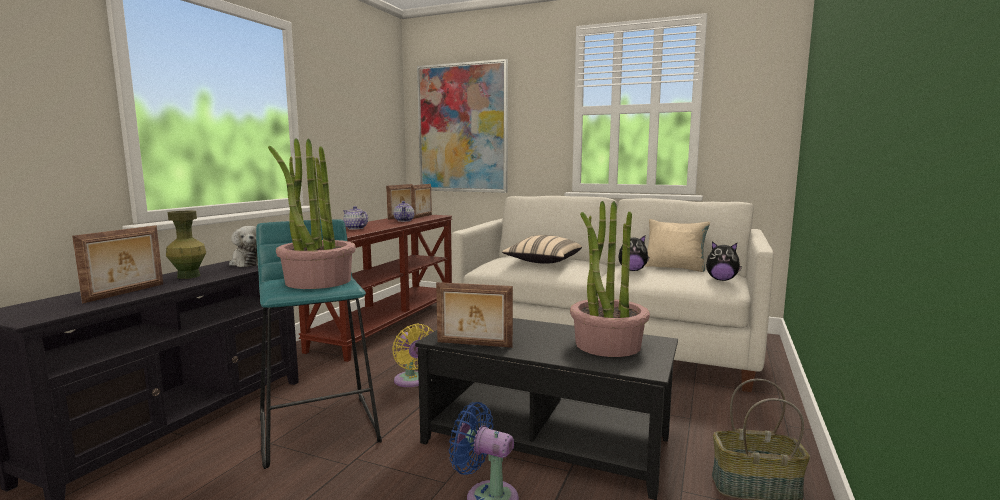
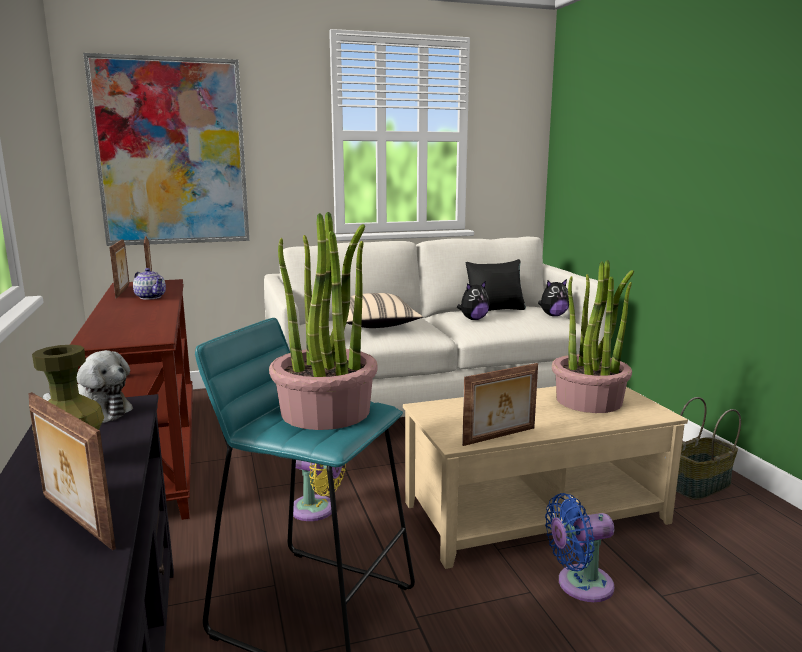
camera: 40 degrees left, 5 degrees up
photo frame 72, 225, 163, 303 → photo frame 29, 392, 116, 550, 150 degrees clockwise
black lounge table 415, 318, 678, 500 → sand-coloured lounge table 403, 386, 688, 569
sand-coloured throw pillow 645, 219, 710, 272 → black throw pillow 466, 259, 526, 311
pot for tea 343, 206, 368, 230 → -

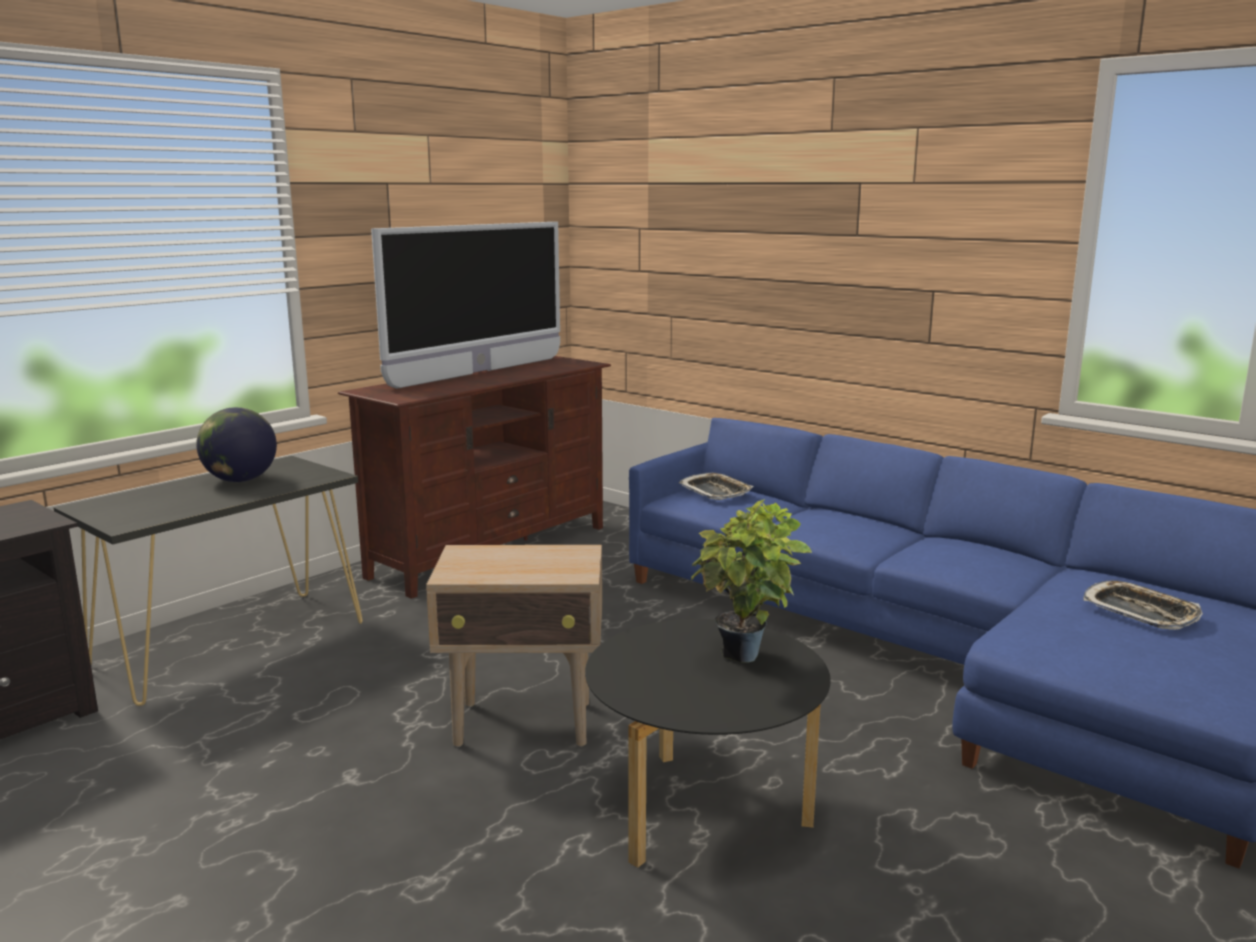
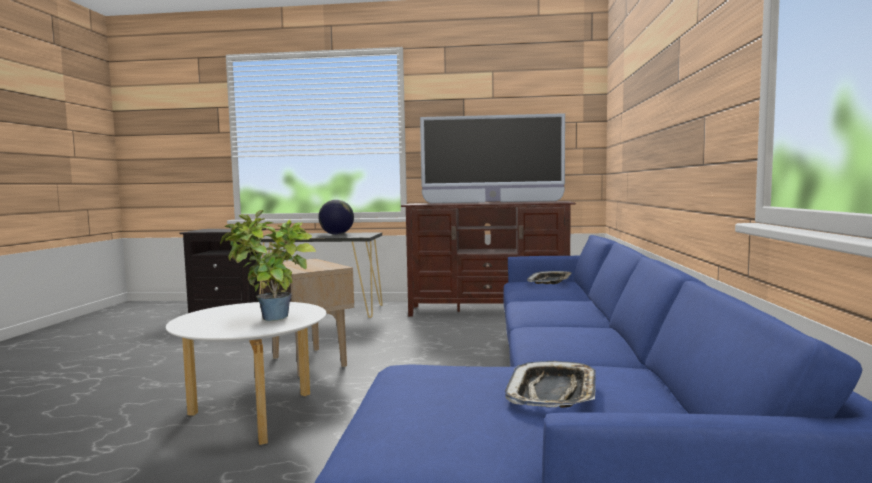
camera: 55 degrees right, 10 degrees down
black lounge table 585, 619, 831, 868 → white lounge table 166, 302, 326, 445

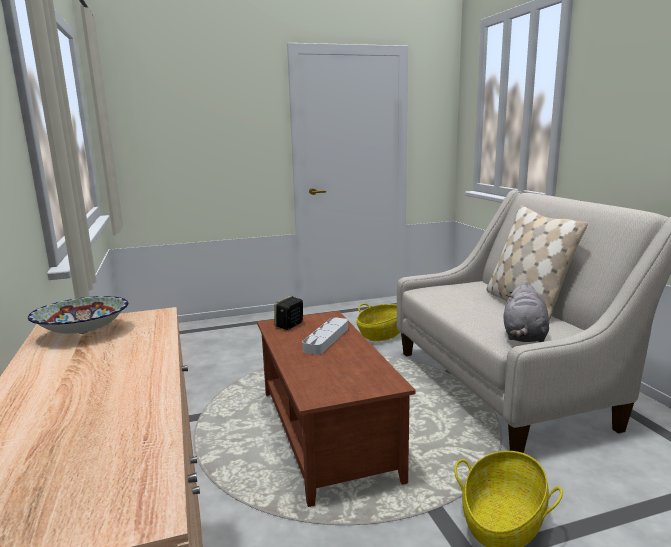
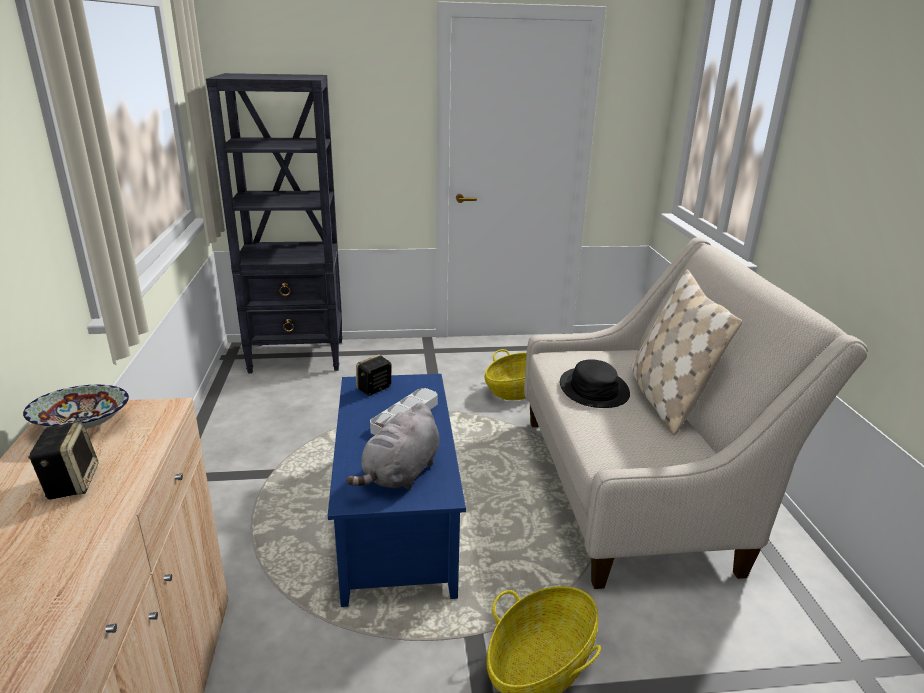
camera: 10 degrees right, 10 degrees up
- → loudspeaker 28, 421, 99, 499
- → black bookshelf 206, 73, 343, 374
brownish lounge table 257, 311, 415, 507 → blue lounge table 328, 374, 466, 607
grey soft toy 503, 281, 549, 342 → grey soft toy 346, 403, 440, 490, shifted
- → black clothing hat 560, 360, 630, 408

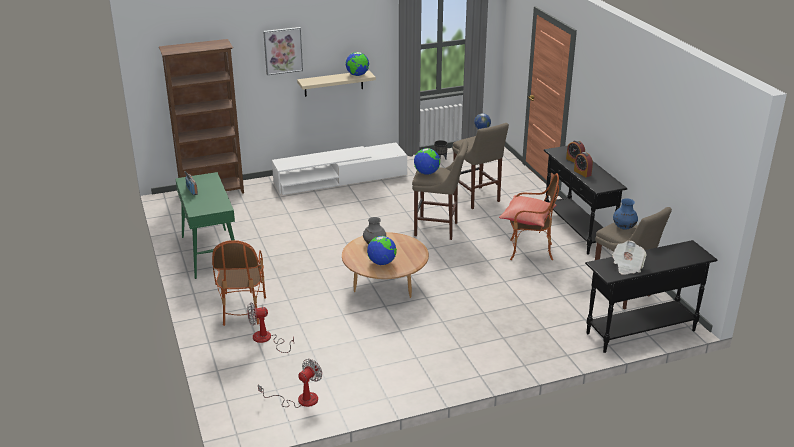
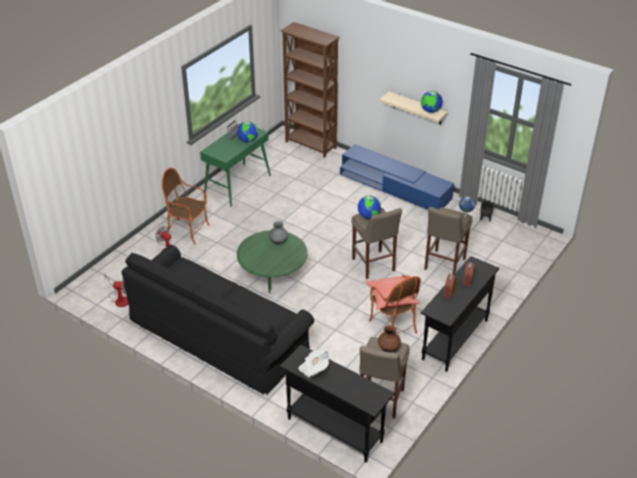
camera: 55 degrees right, 10 degrees up
- → black sofa 122, 245, 314, 395
lounge chair 212, 240, 266, 326 → lounge chair 162, 168, 210, 244, 60 degrees clockwise
desk globe 367, 236, 397, 265 → desk globe 237, 121, 258, 143, shifted
brownish lounge table 342, 232, 429, 298 → greenish lounge table 237, 230, 308, 294
white tv unit 272, 143, 407, 195 → blue tv unit 340, 144, 454, 210
blue decorative vase 613, 198, 638, 230 → brownish decorative vase 378, 325, 401, 352
wall picture 263, 27, 303, 75 → -

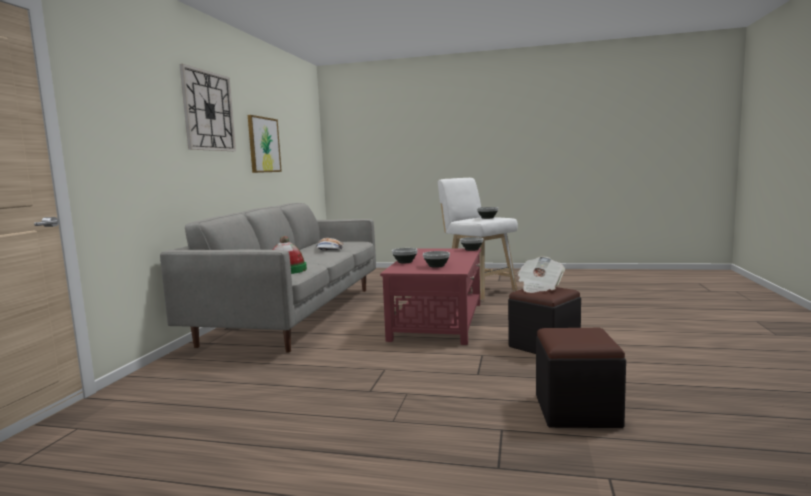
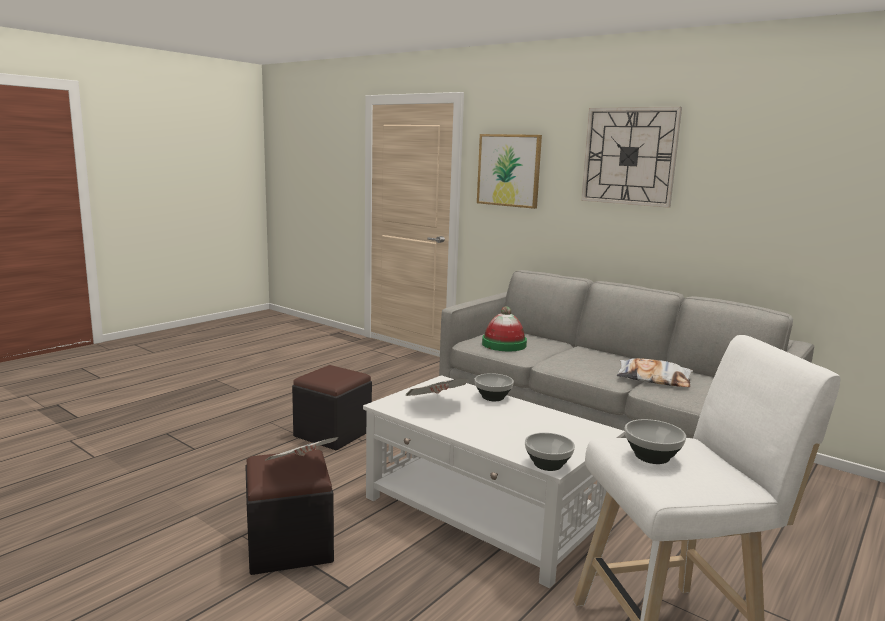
camera: 115 degrees right, 5 degrees up
black pouffe 536, 328, 626, 428 → black pouffe 292, 365, 372, 451, shifted
red lounge table 380, 248, 481, 345 → white lounge table 363, 375, 625, 589
bowl 423, 251, 450, 268 → daily paper 406, 379, 469, 396
wall picture 248, 115, 282, 173 → wall picture 477, 134, 542, 209, shifted

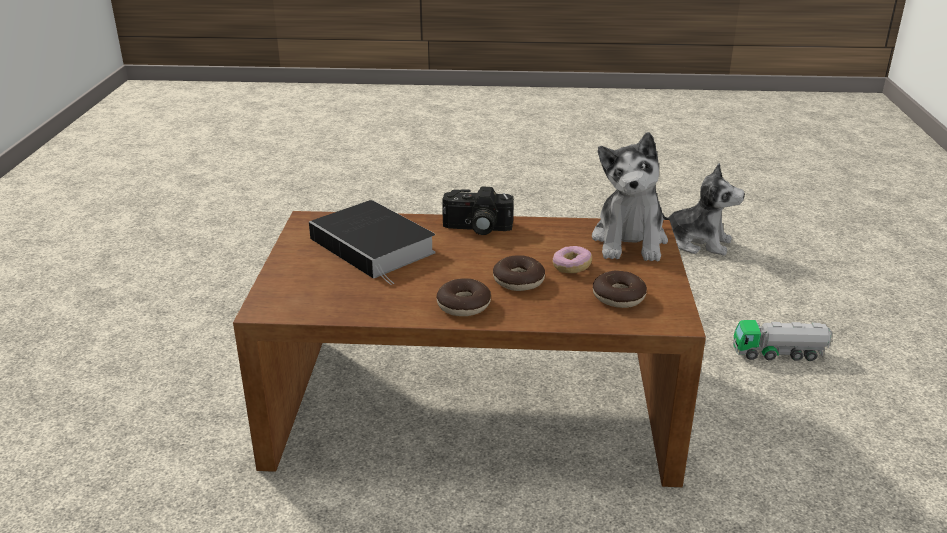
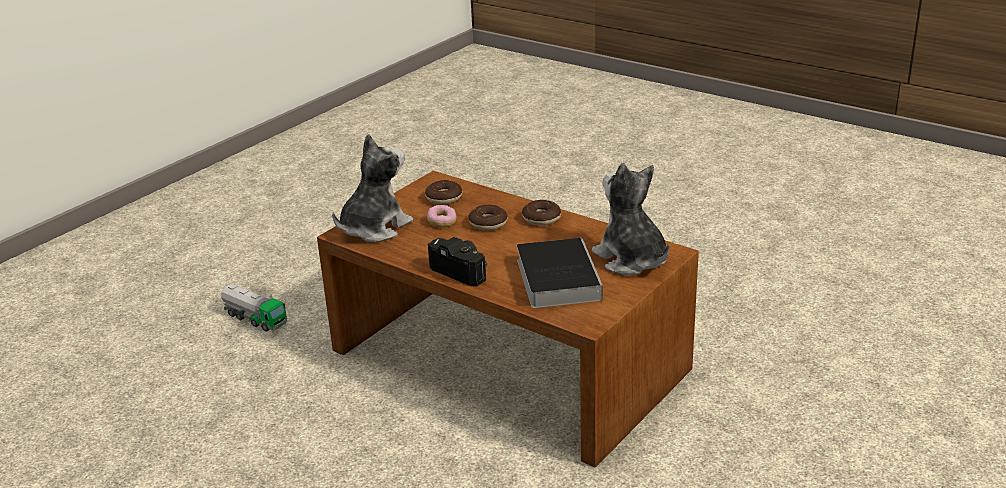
camera: 145 degrees left, 0 degrees up
soft toy 662, 163, 745, 256 → soft toy 592, 163, 670, 276, shifted

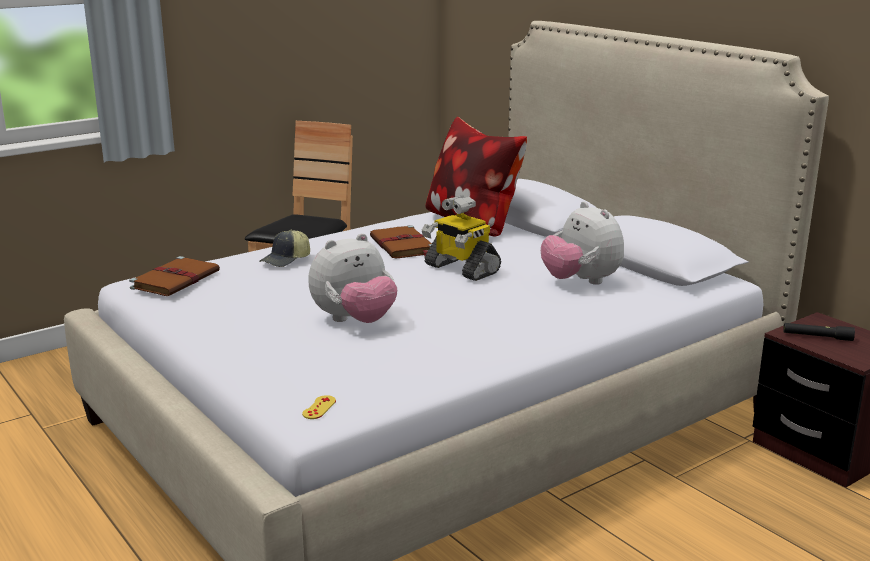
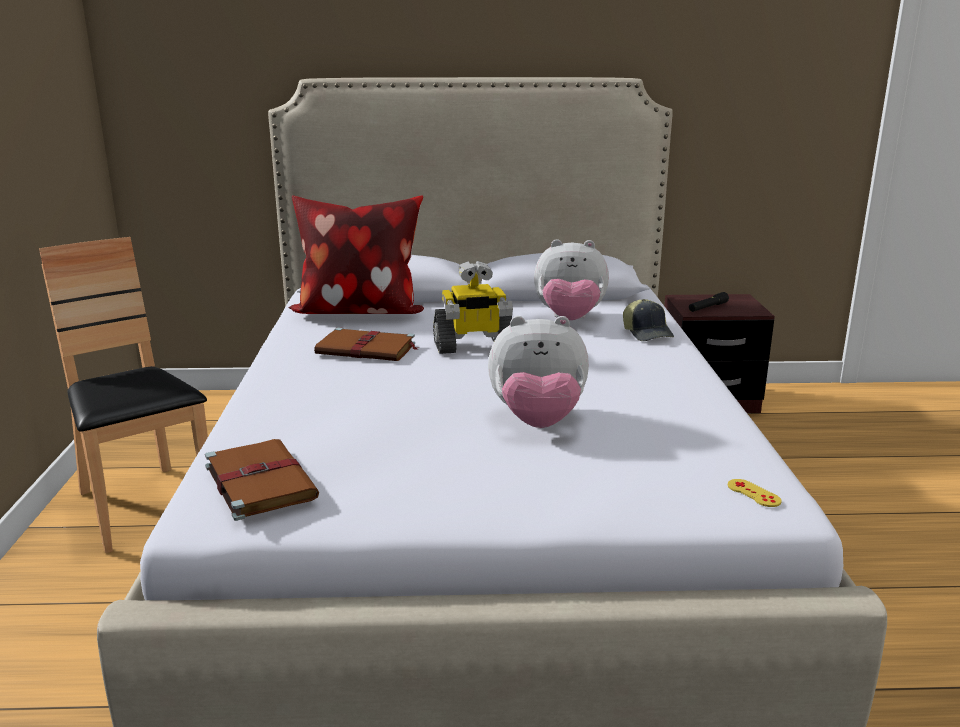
camera: 55 degrees left, 0 degrees up
soft toy 308, 233, 397, 323 → soft toy 488, 316, 589, 428, 90 degrees clockwise
peaked cap 259, 230, 310, 267 → peaked cap 623, 299, 674, 341, shifted

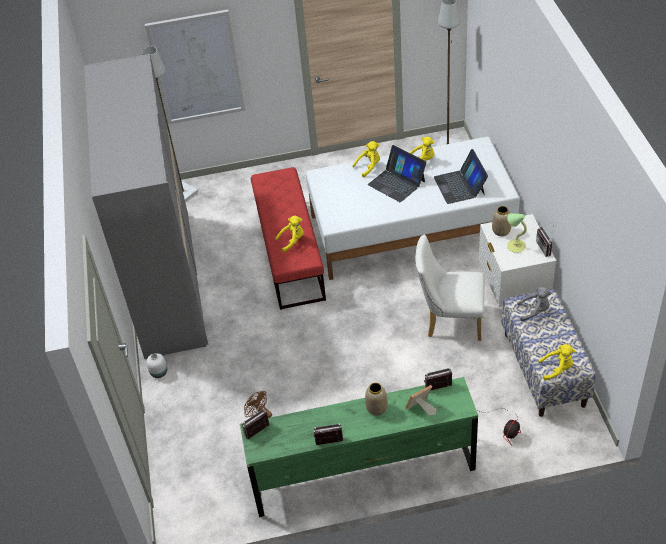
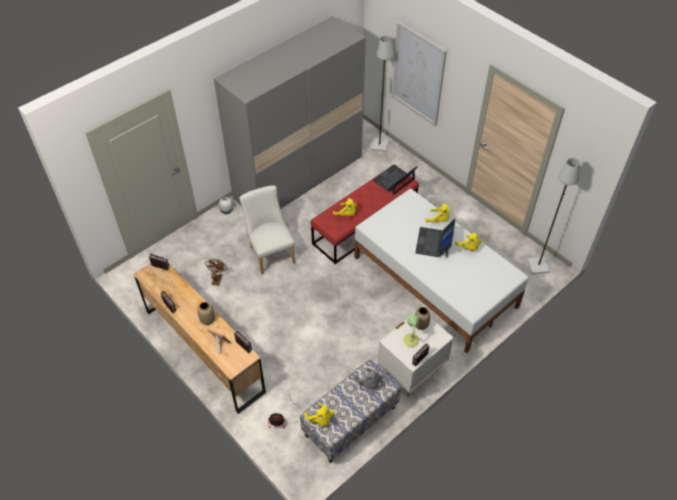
camera: 55 degrees right, 5 degrees up
greenish chest of drawers 240, 377, 478, 517 → brownish chest of drawers 134, 256, 266, 414
white plain chair 415, 234, 485, 341 → white plain chair 239, 186, 295, 274, shifted
notebook computer 434, 149, 488, 204 → notebook computer 372, 164, 418, 195, shifted

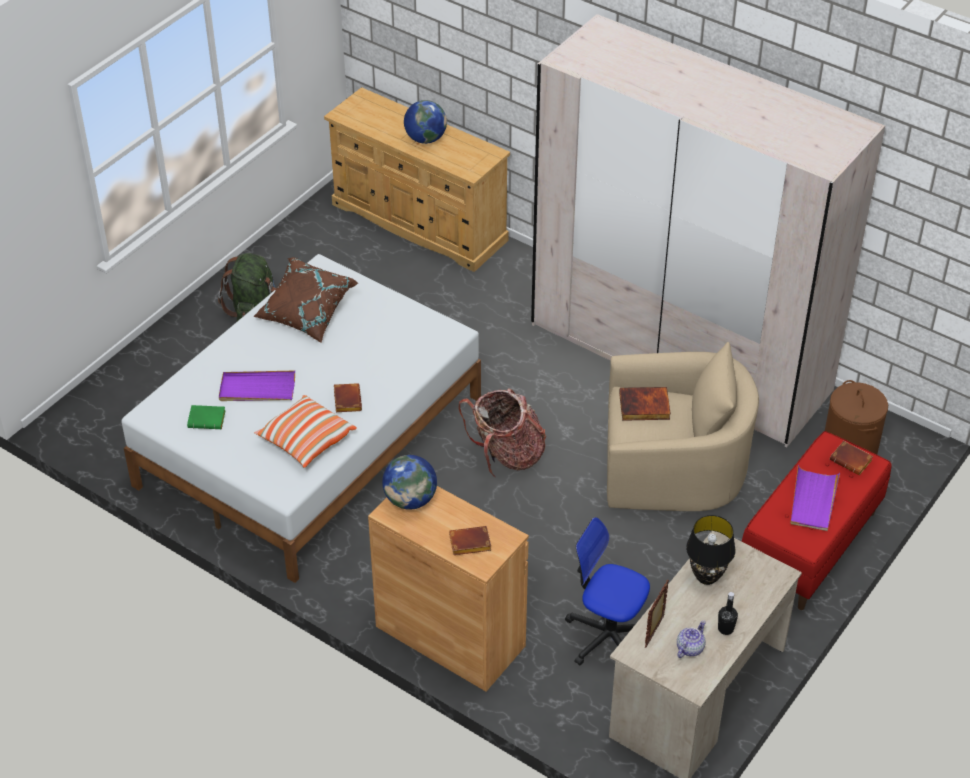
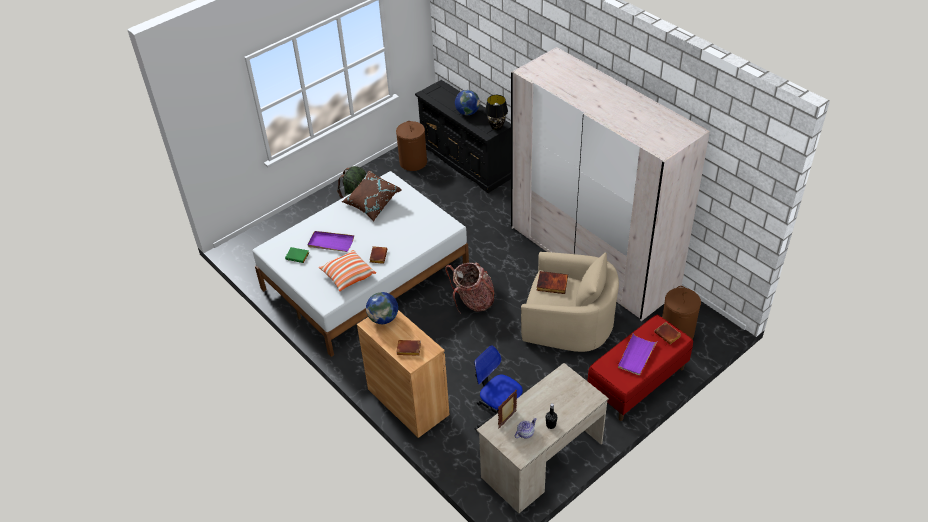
camera: 15 degrees right, 0 degrees up
- → brownish hamper 396, 121, 427, 171
sand-coloured chest of drawers 324, 87, 510, 272 → black chest of drawers 415, 80, 511, 193
black tabletop lamp 686, 515, 735, 585 → black tabletop lamp 485, 95, 508, 131, shifted

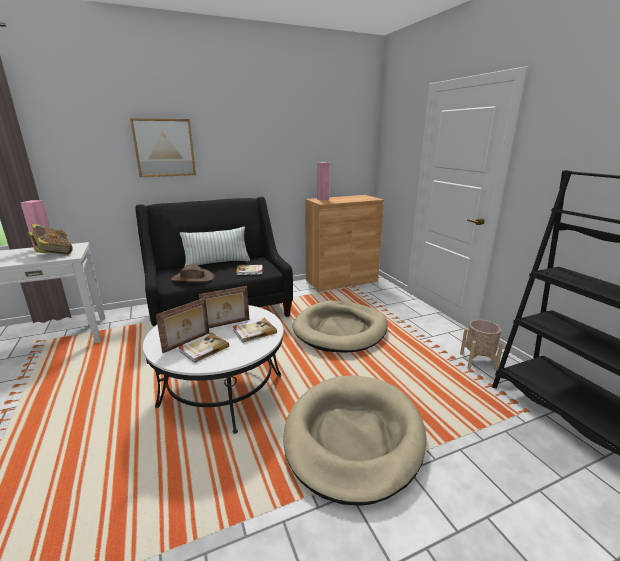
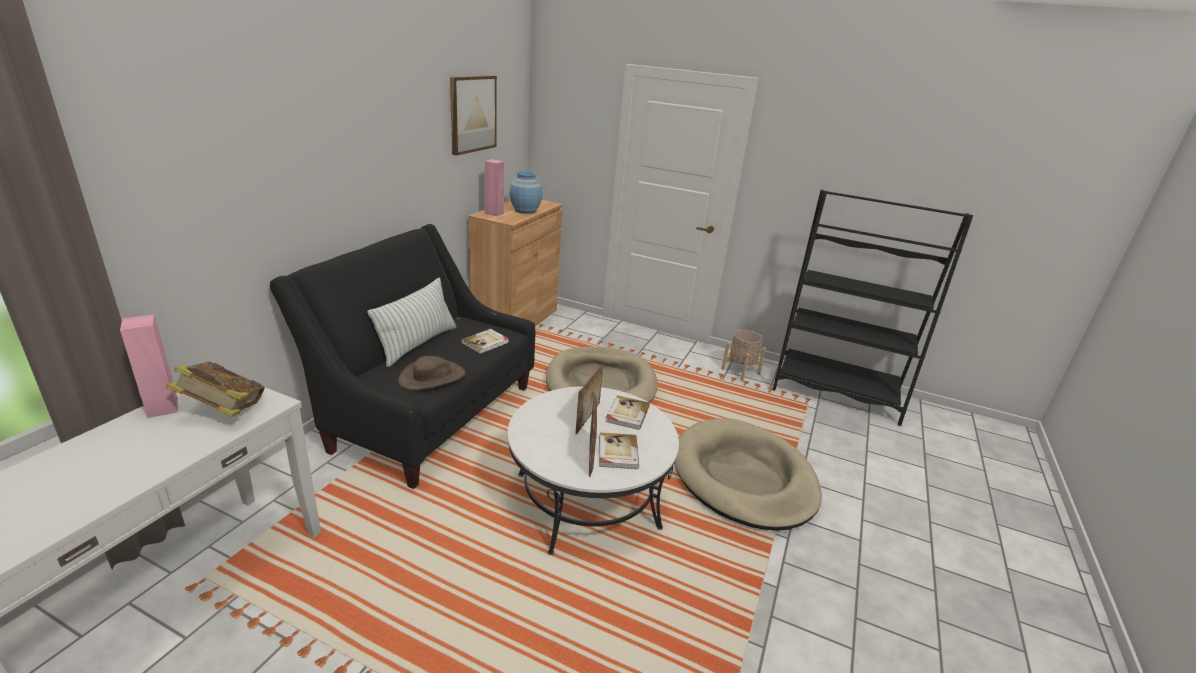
camera: 45 degrees left, 5 degrees up
wall picture 130, 118, 196, 177 → wall picture 450, 75, 497, 156, shifted
- → blue decorative vase 509, 171, 543, 214

